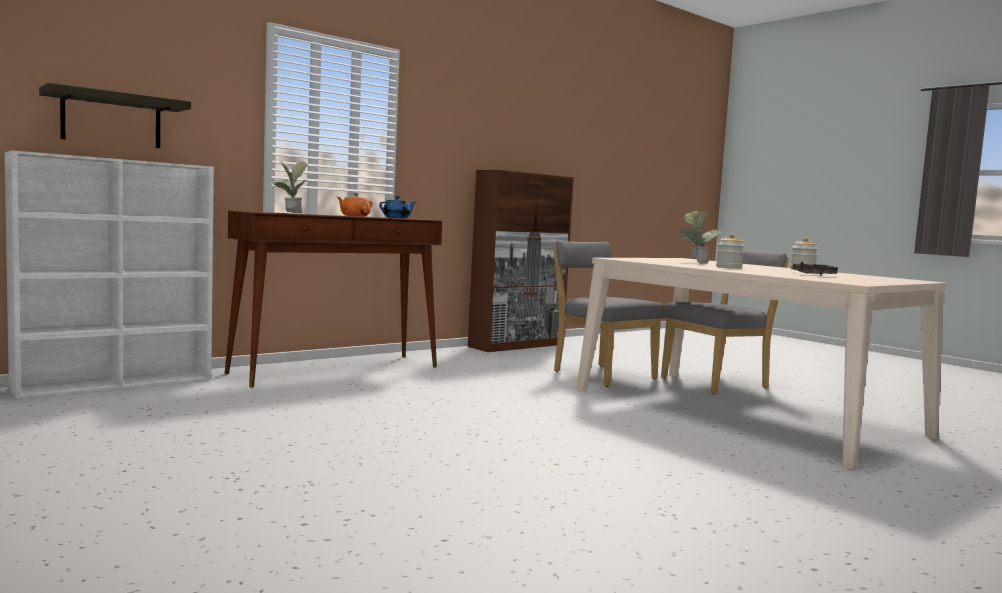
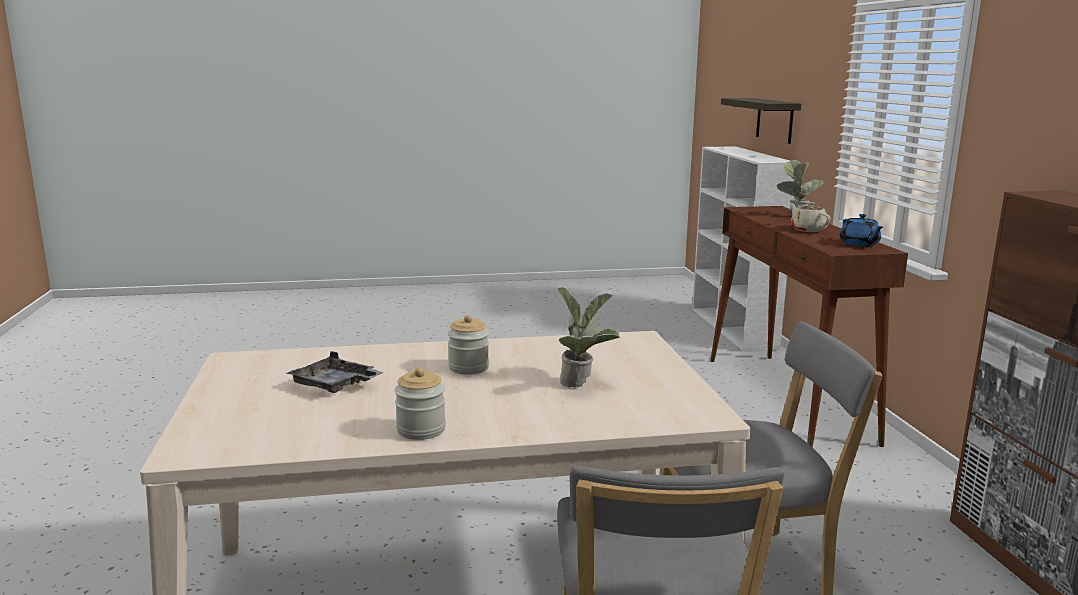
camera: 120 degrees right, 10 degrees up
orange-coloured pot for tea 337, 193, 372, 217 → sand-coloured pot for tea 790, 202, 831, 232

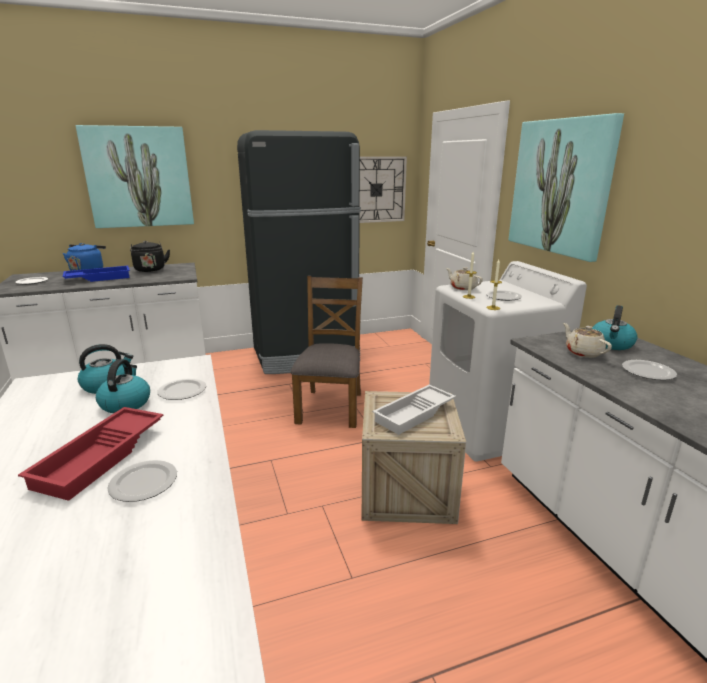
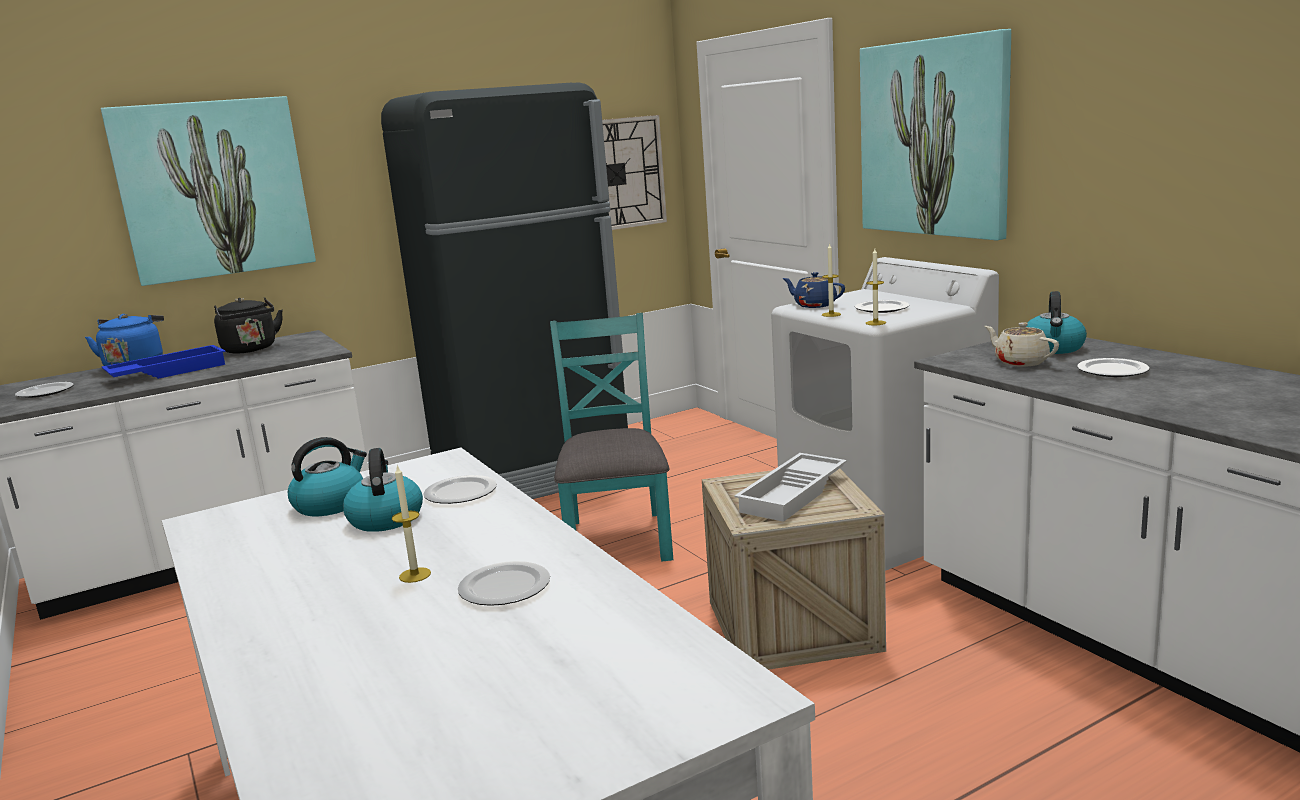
camera: 10 degrees left, 5 degrees down
red carrying tray 18, 407, 164, 501 → wax light 392, 465, 431, 583
brownish plain chair 290, 276, 363, 428 → blue-green plain chair 550, 313, 673, 561
sand-coloured pot for tea 446, 267, 483, 290 → blue pot for tea 782, 272, 845, 308

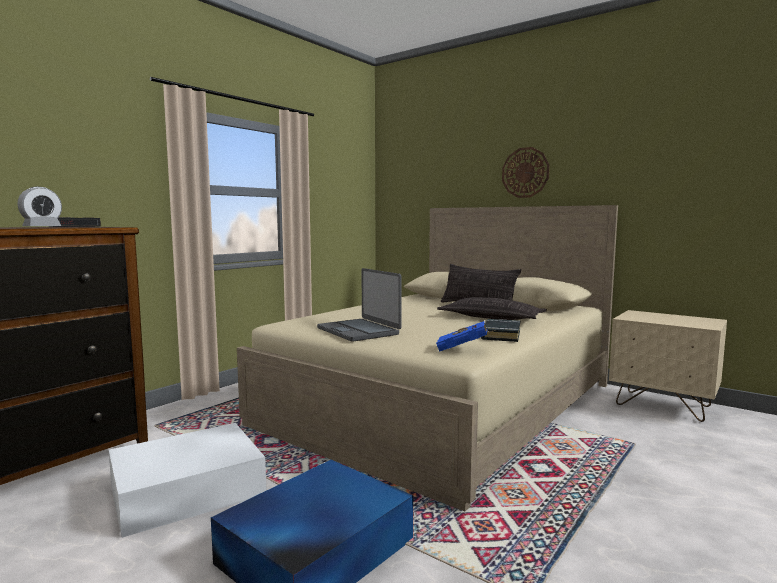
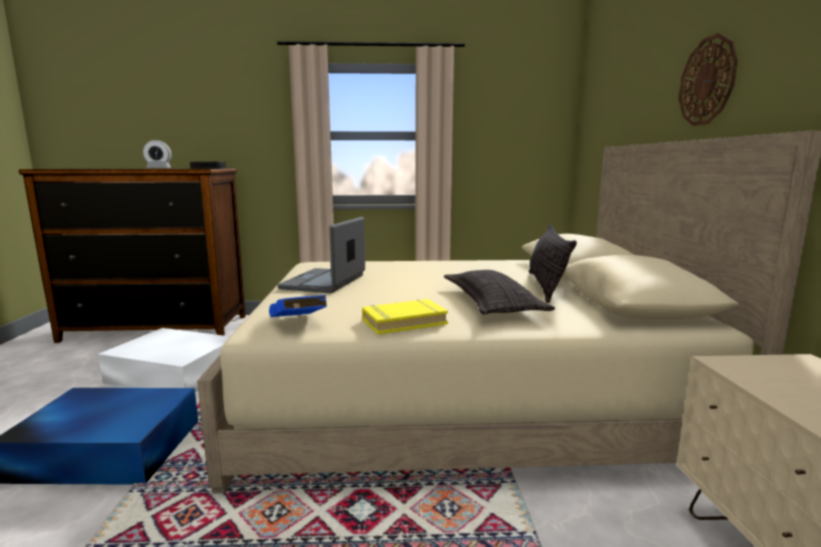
camera: 50 degrees right, 5 degrees up
black book 481, 319, 520, 342 → yellowish book 362, 299, 448, 334

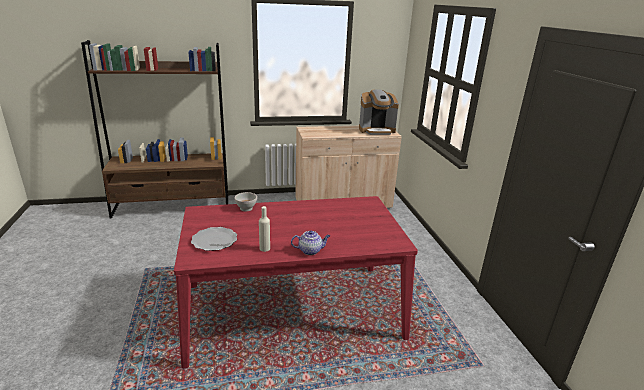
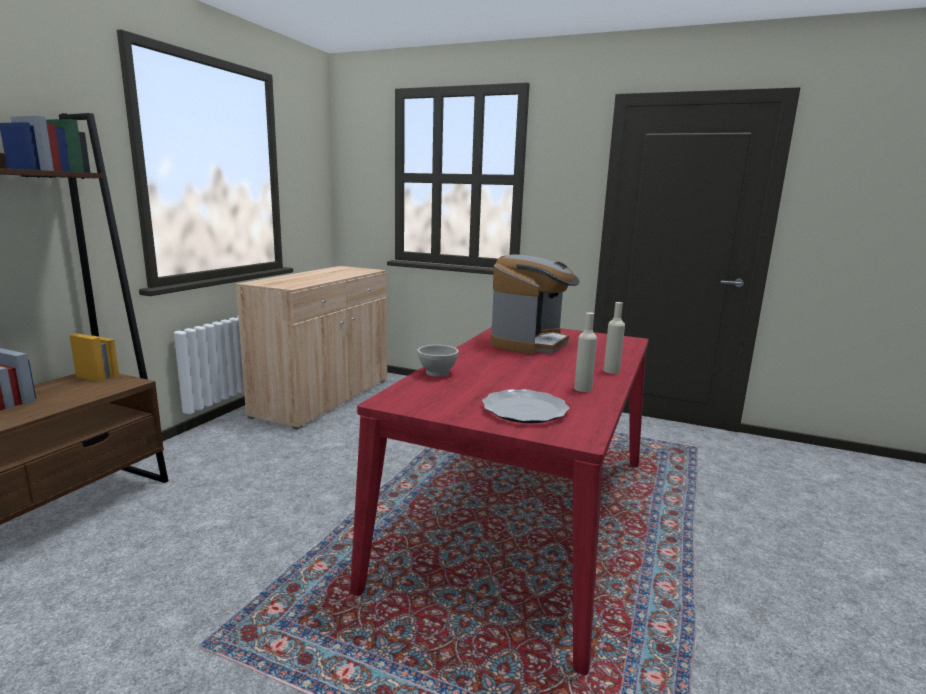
camera: 55 degrees left, 10 degrees down
coffee machine 359, 89, 399, 135 → coffee machine 490, 254, 580, 355, shifted
pot for tea 291, 231, 330, 255 → sand-coloured beverage bottle 603, 302, 625, 374

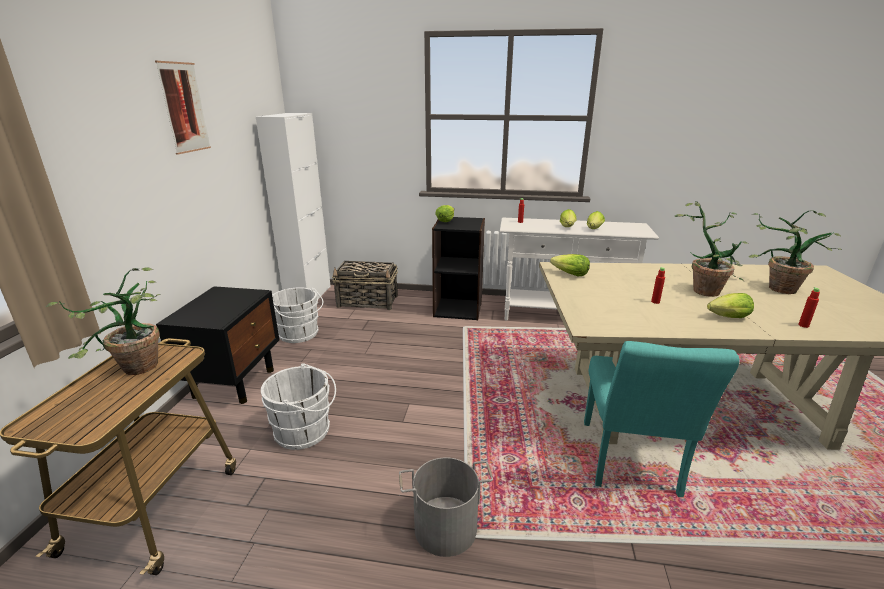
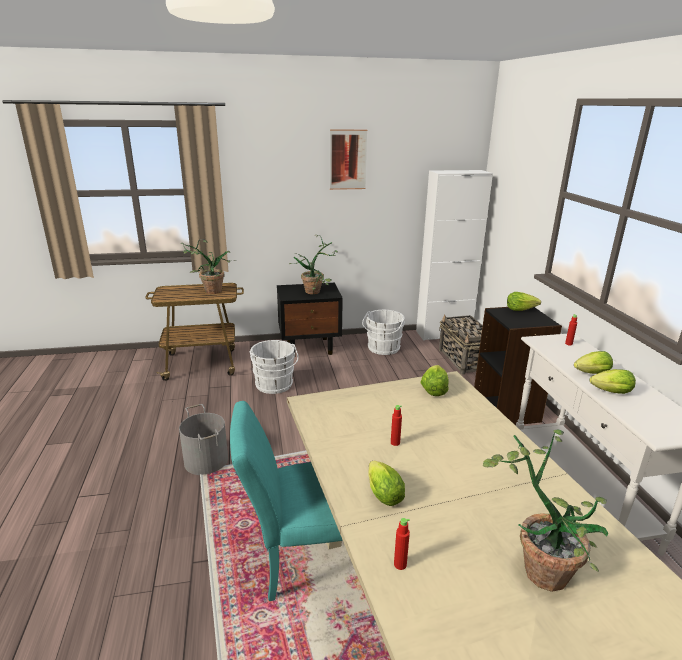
camera: 70 degrees right, 0 degrees up
potted plant 674, 201, 749, 297 → potted plant 289, 235, 338, 294, shifted

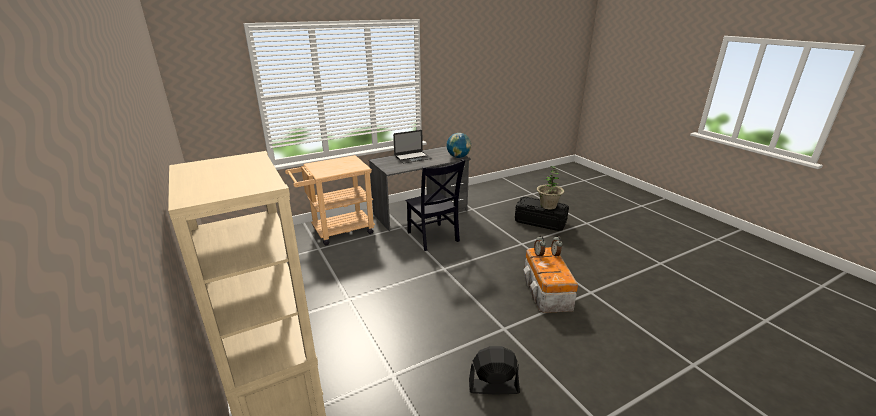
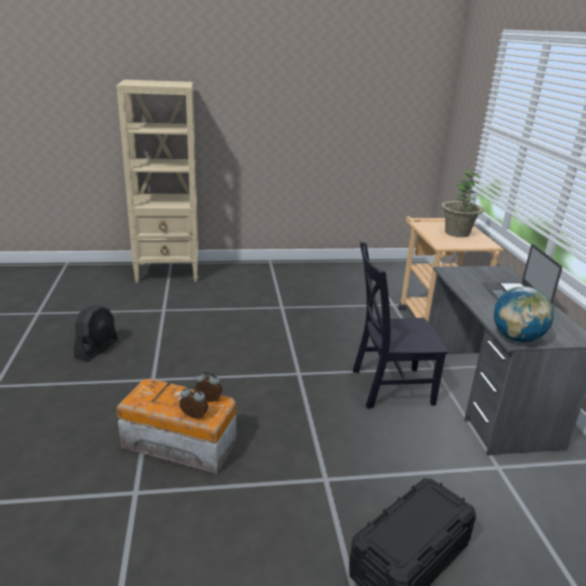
camera: 110 degrees right, 0 degrees up
potted plant 536, 166, 564, 209 → potted plant 441, 169, 484, 237, shifted

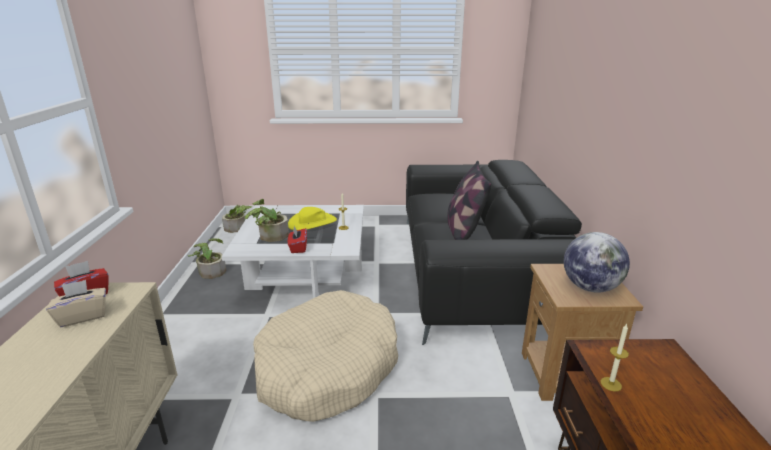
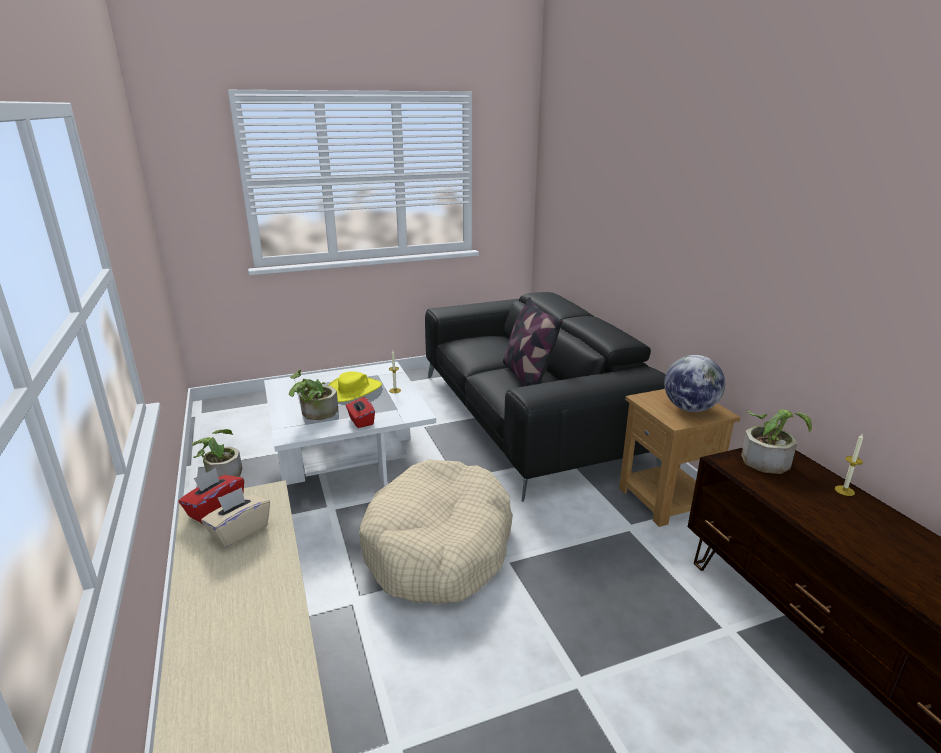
camera: 20 degrees left, 0 degrees up
potted plant 222, 205, 252, 233 → potted plant 741, 409, 812, 474, shifted
wax light 601, 323, 629, 392 → wax light 835, 434, 863, 496, shifted

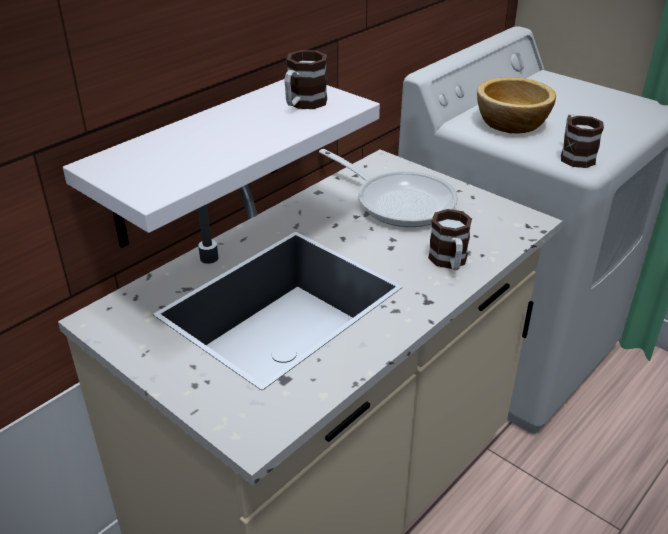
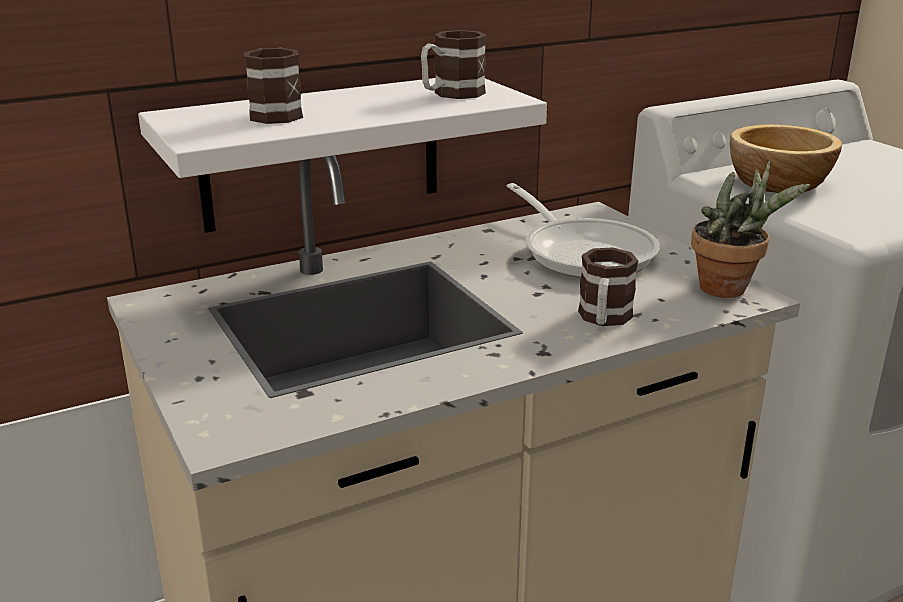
camera: 20 degrees right, 10 degrees down
tea mug 561, 114, 604, 168 → tea mug 244, 48, 303, 124, shifted
- → potted plant 691, 161, 810, 298

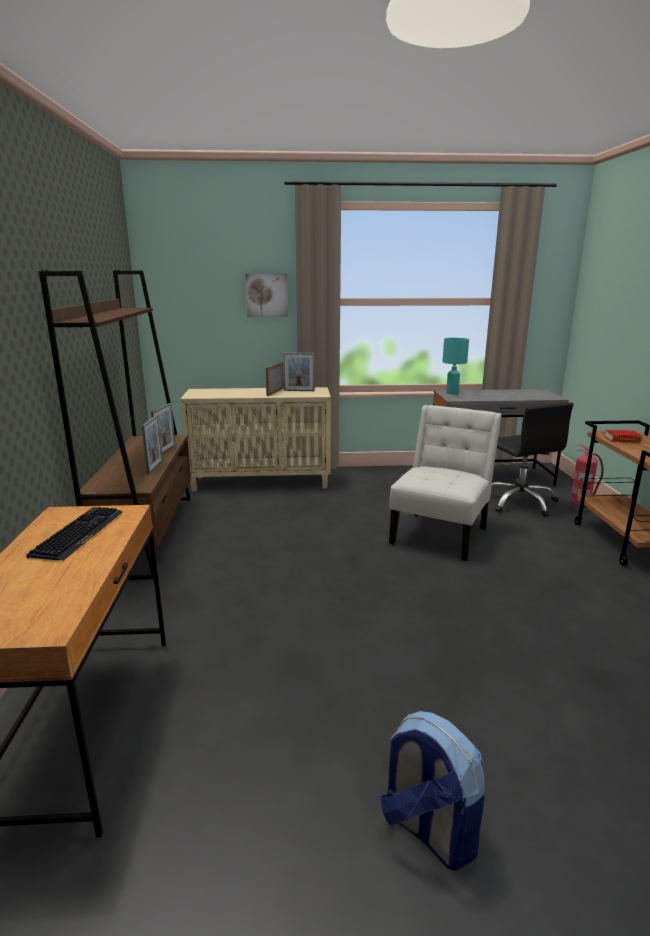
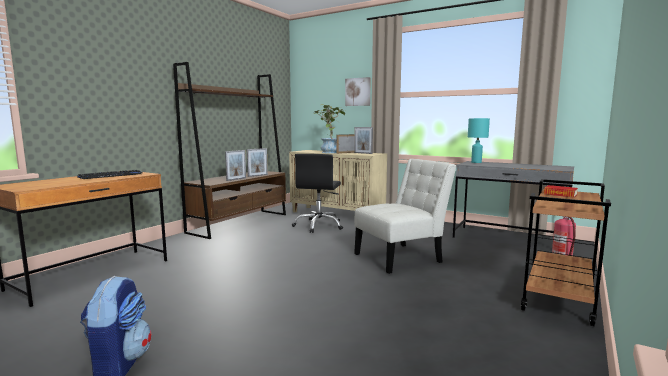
camera: 35 degrees right, 10 degrees down
black computer chair 492, 402, 573, 517 → black computer chair 292, 154, 343, 233, shifted
- → potted plant 314, 104, 346, 153

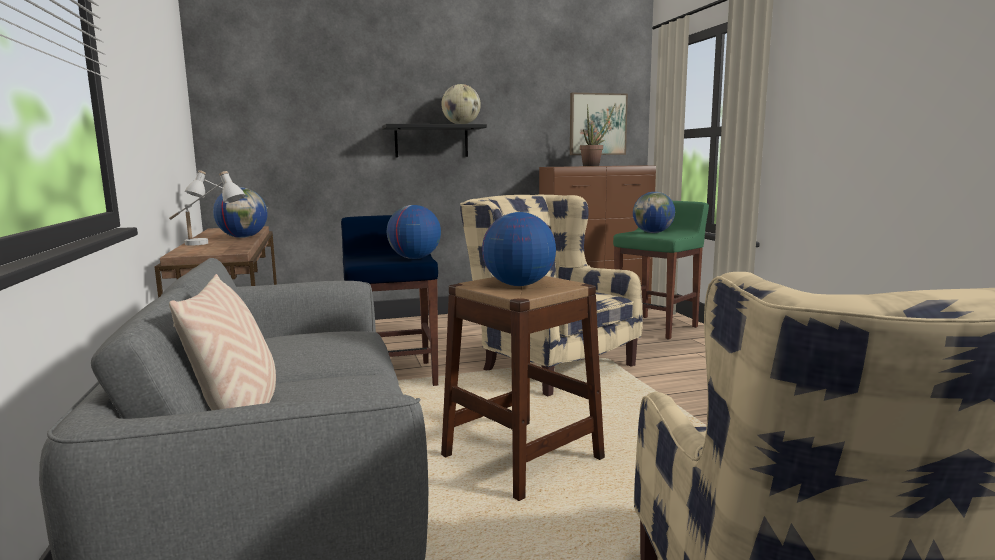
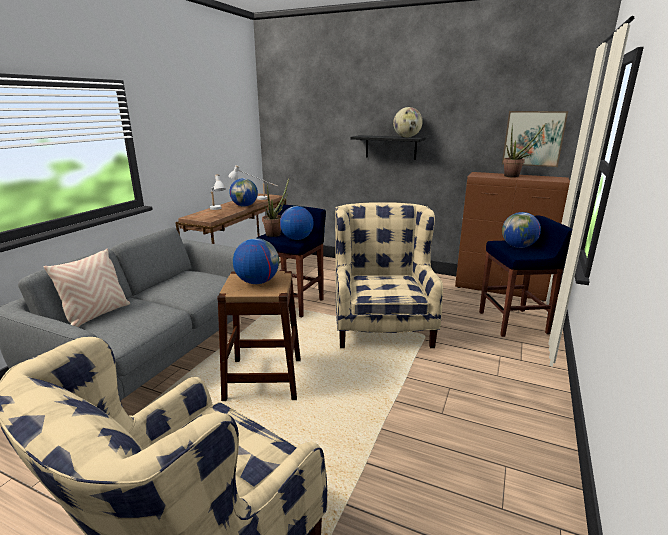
camera: 40 degrees right, 10 degrees up
- → potted plant 262, 179, 289, 237
greenish stool seat 613, 201, 709, 339 → blue stool seat 479, 215, 572, 337

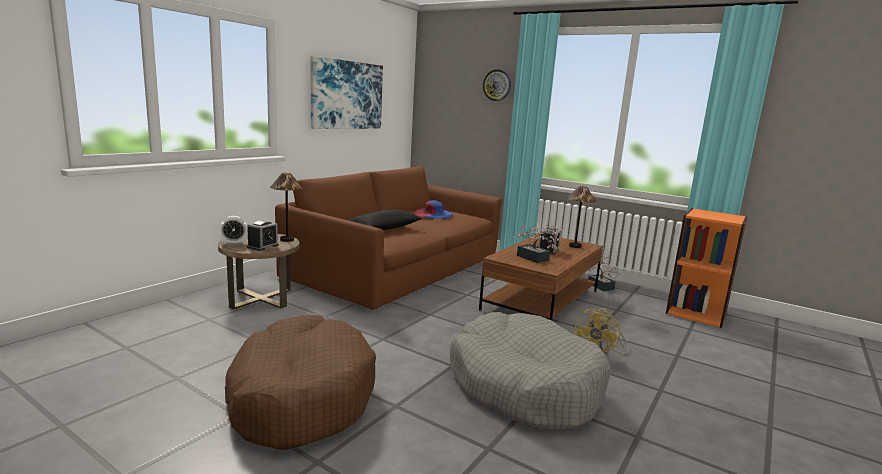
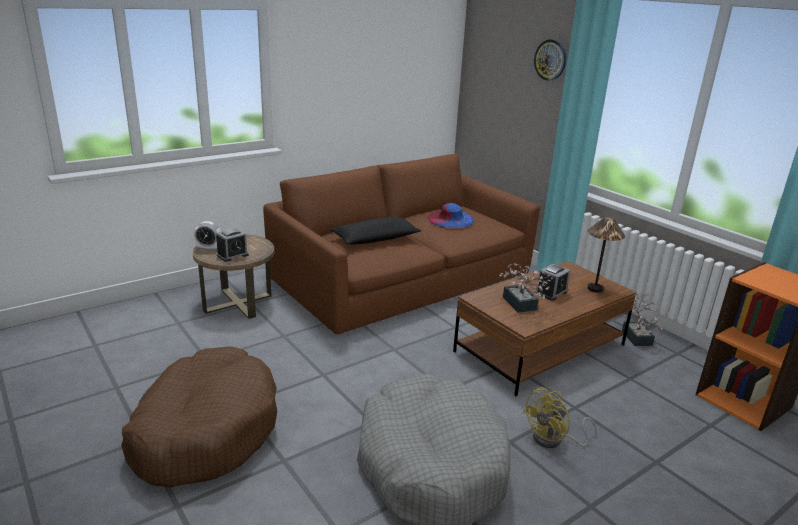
camera: 20 degrees right, 10 degrees up
tabletop lamp 270, 173, 303, 242 → -
wall picture 311, 56, 383, 129 → -

